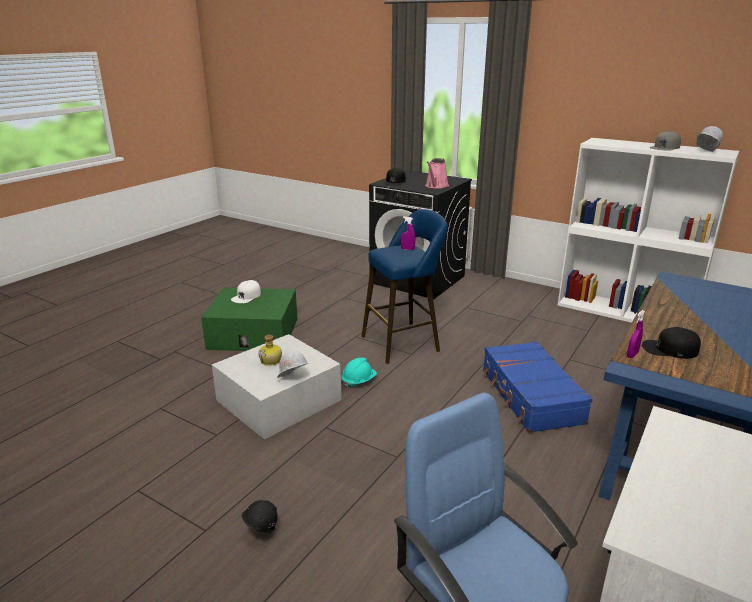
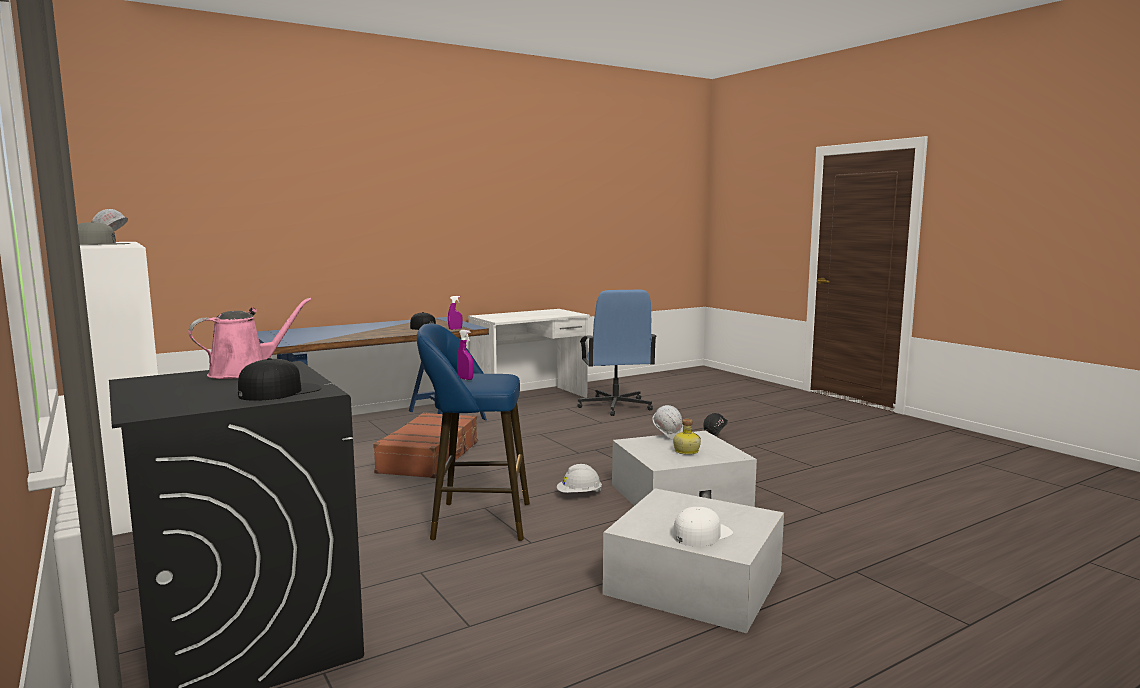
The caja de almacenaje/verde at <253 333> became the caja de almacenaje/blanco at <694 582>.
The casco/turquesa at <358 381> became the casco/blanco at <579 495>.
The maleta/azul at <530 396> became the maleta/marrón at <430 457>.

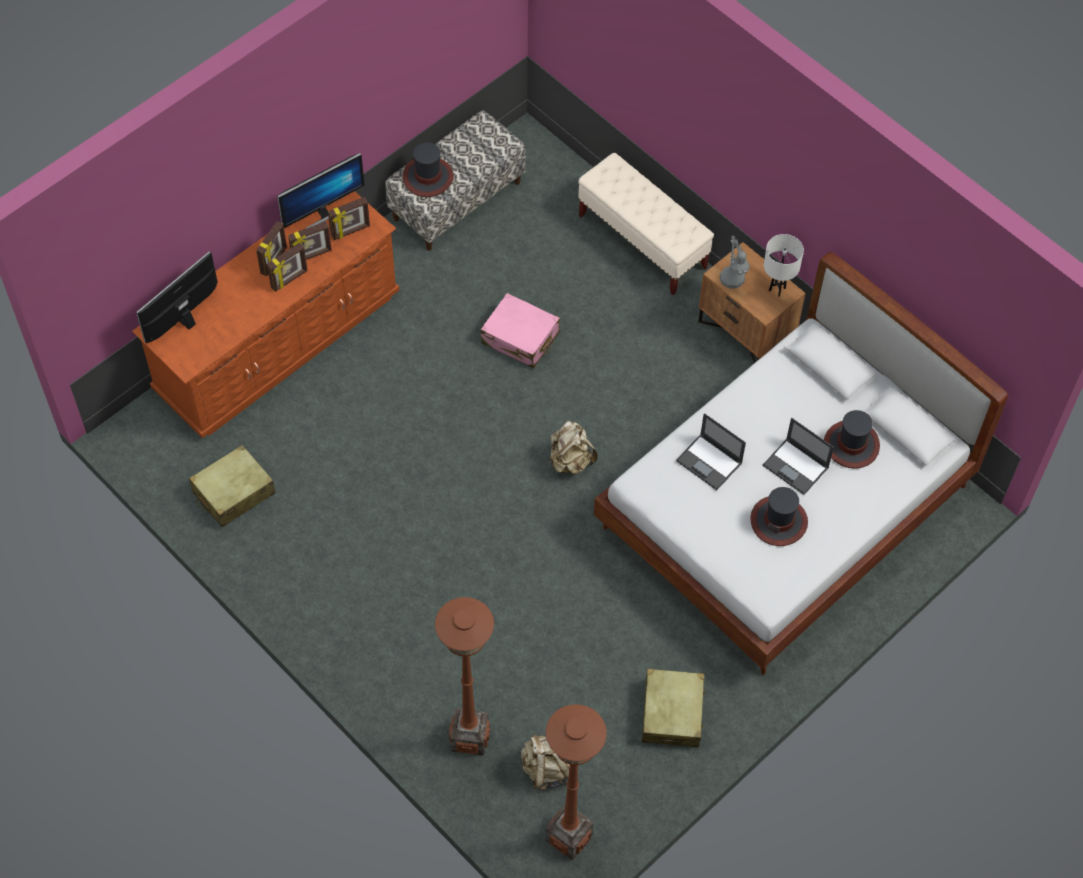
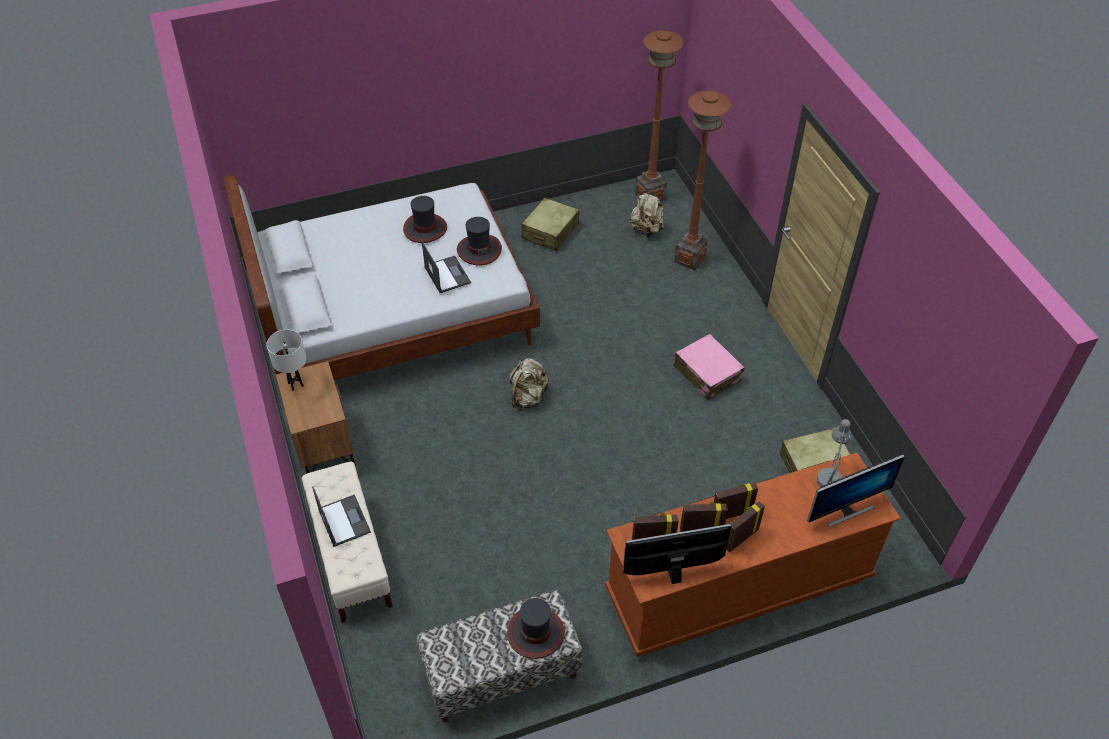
The maleta/rosa moved from <520 338> to <707 373>.
The lámpara de mesa/gris moved from <733 283> to <830 475>.
The portátil moved from <796 467> to <343 520>.
The sombrero moved from <851 445> to <479 250>.

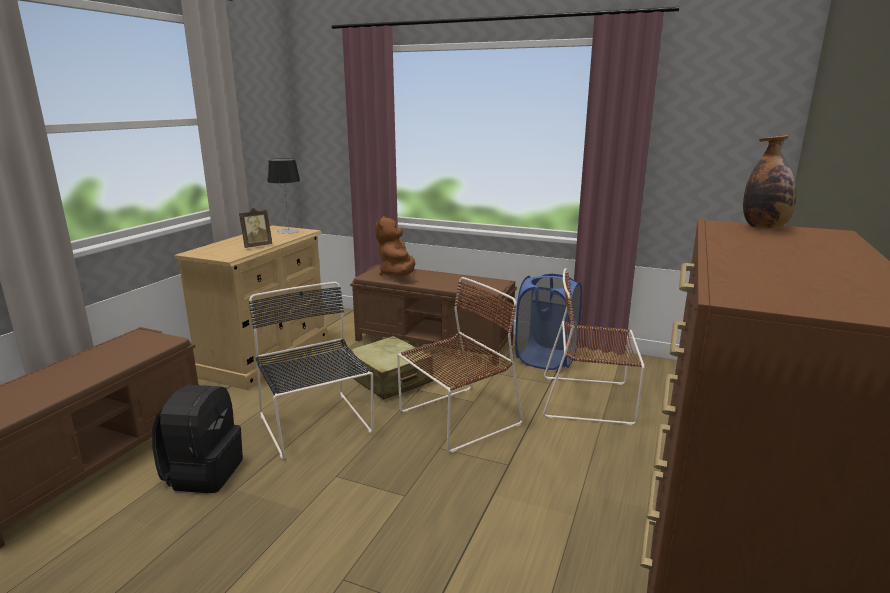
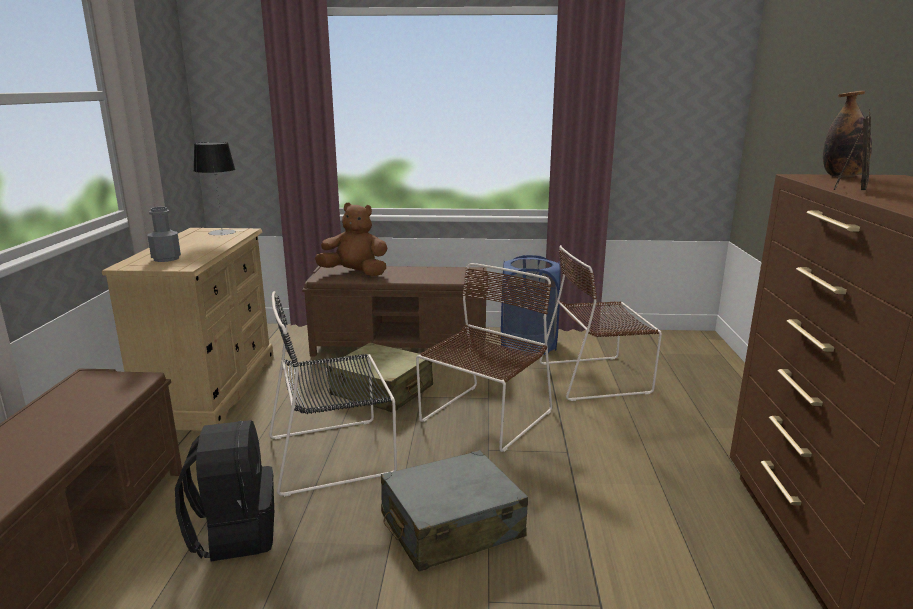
The botella/gris at <166 258> appeared.
The maleta/gris at <451 526> appeared.
The portarretratos moved from <256 246> to <850 189>.
The silla/negro at <316 426> turned 60 degrees counterclockwise.
The peluche/marrón at <397 275> turned 120 degrees clockwise.

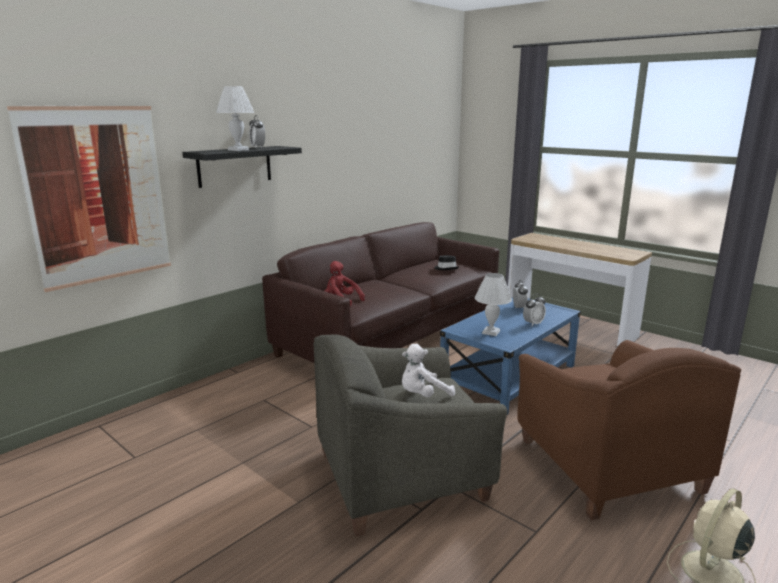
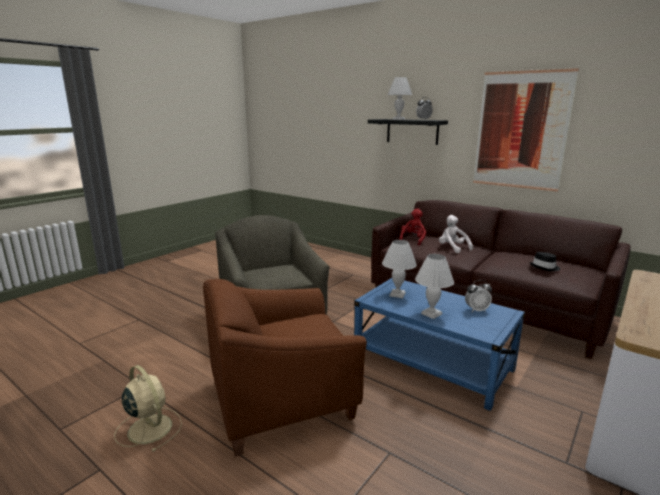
The cuadro moved from <98 195> to <521 130>.
The peluche/blanco moved from <423 395> to <452 248>.
The despertador at <533 323> was replaced by the lámpara de mesa/blanco at <432 314>.

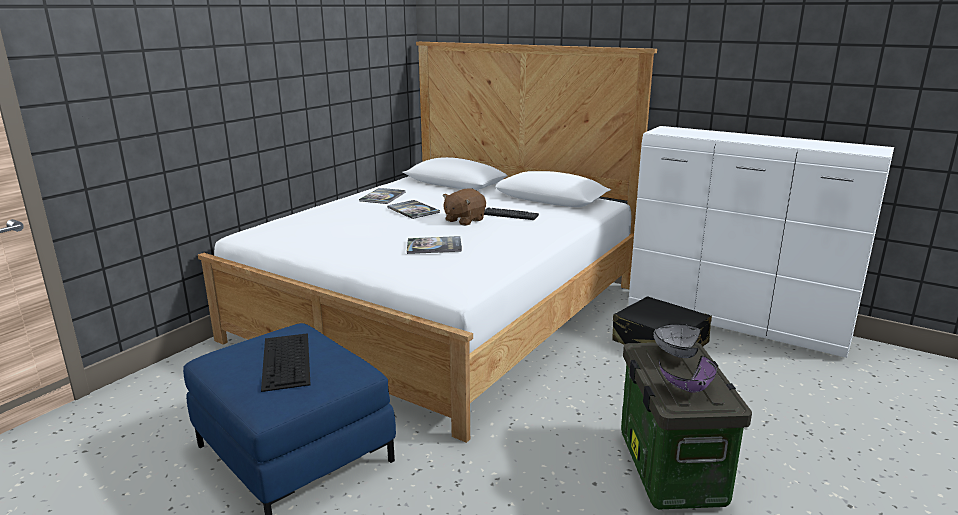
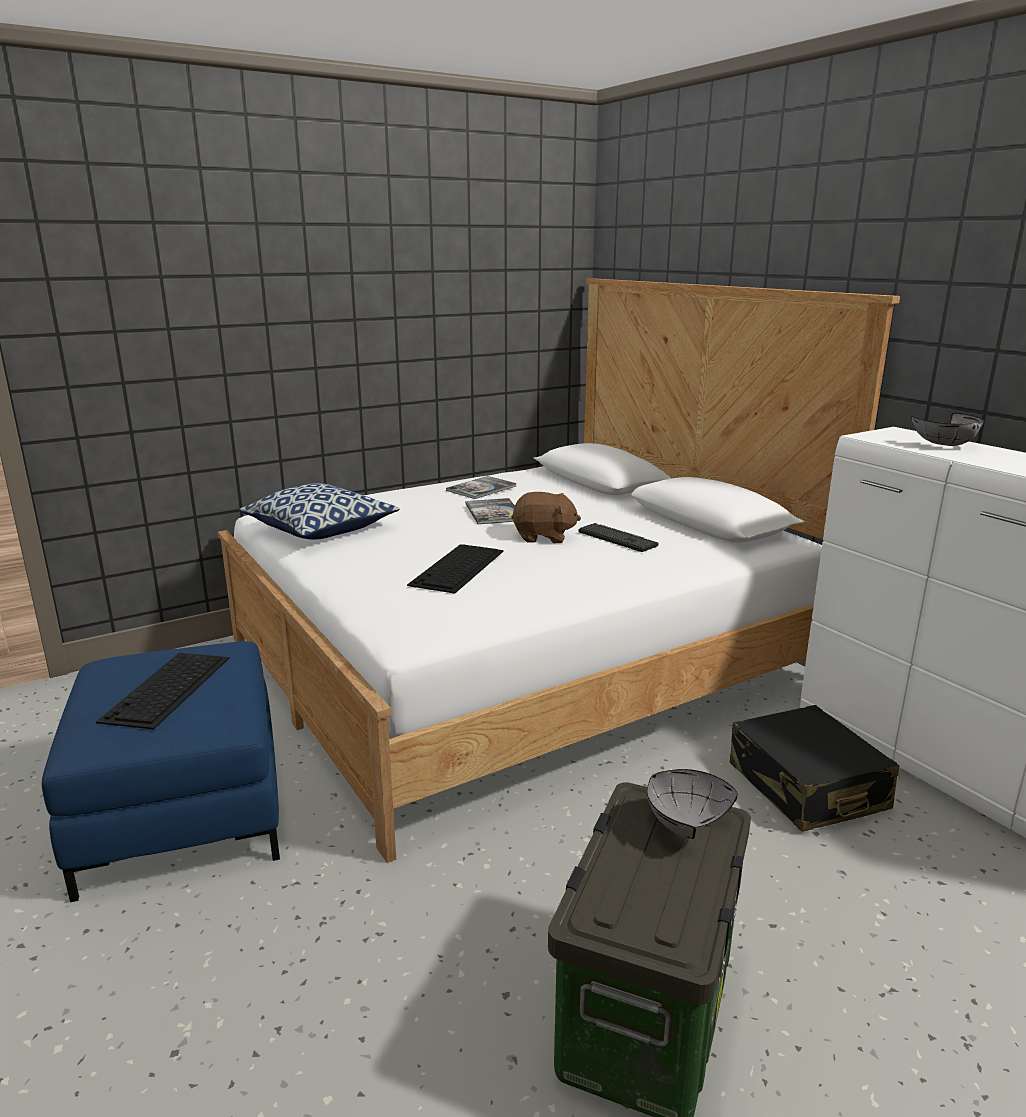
The cuenco/morado at <688 389> disappeared.
The cojín at <321 529> appeared.
The cuenco/gris at <948 445> appeared.
The libro at <434 246> was replaced by the teclado at <457 568>.
The peluche/marrón at <464 220> turned 150 degrees counterclockwise.

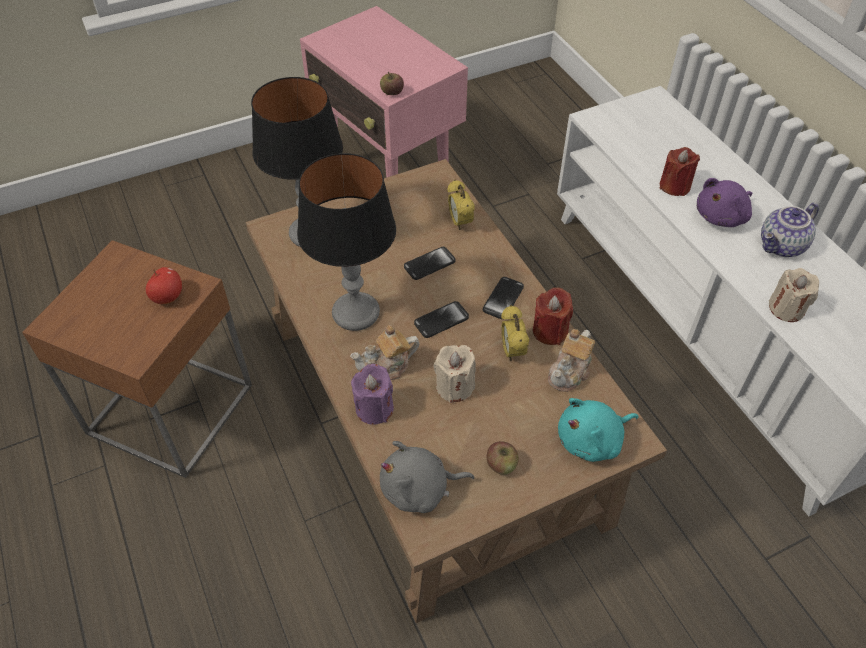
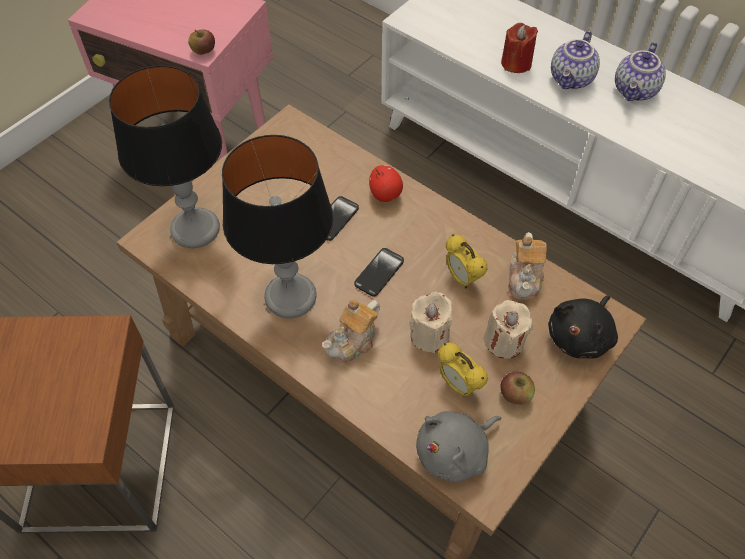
The vela/morado at <374 408> disappeared.
The móvil at <503 299> disappeared.
The vela/rojo at <550 331> disappeared.
The manzana moved from <168 297> to <385 194>.
The despertador moved from <460 223> to <458 385>.
The vela/beis moved from <786 309> to <504 341>.
The peluche/morado at <722 217> was replaced by the tetera at <572 79>.
The peluche/turquesa at <592 440> became the peluche/negro at <580 336>.

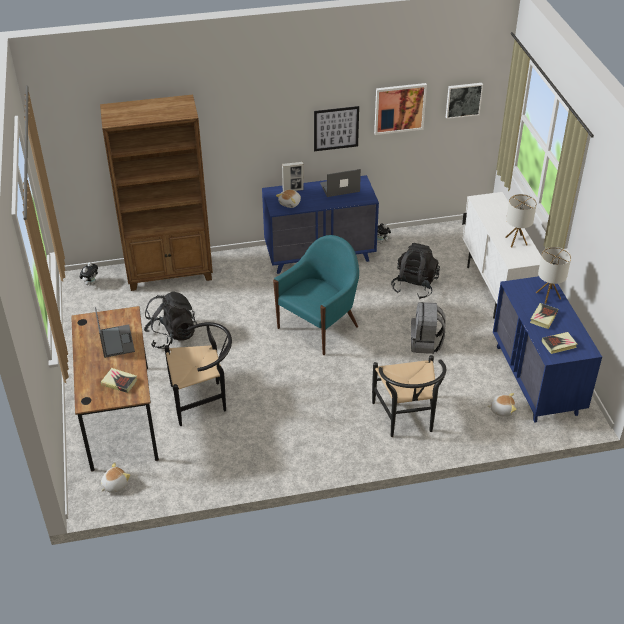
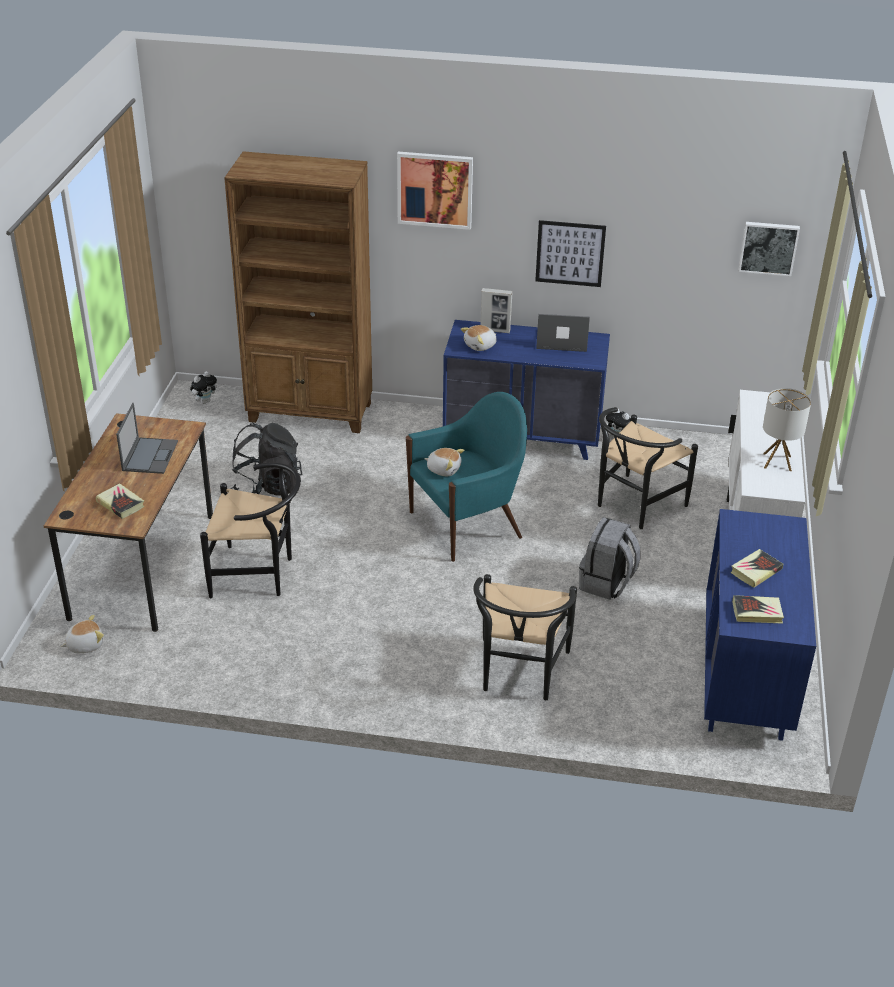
The lámpara de mesa at <548 295> disappeared.
The cuadro moved from <399 108> to <435 189>.
The peluche moved from <502 410> to <444 469>.
The mochila/negro at <414 286> was replaced by the silla/negro at <634 506>.

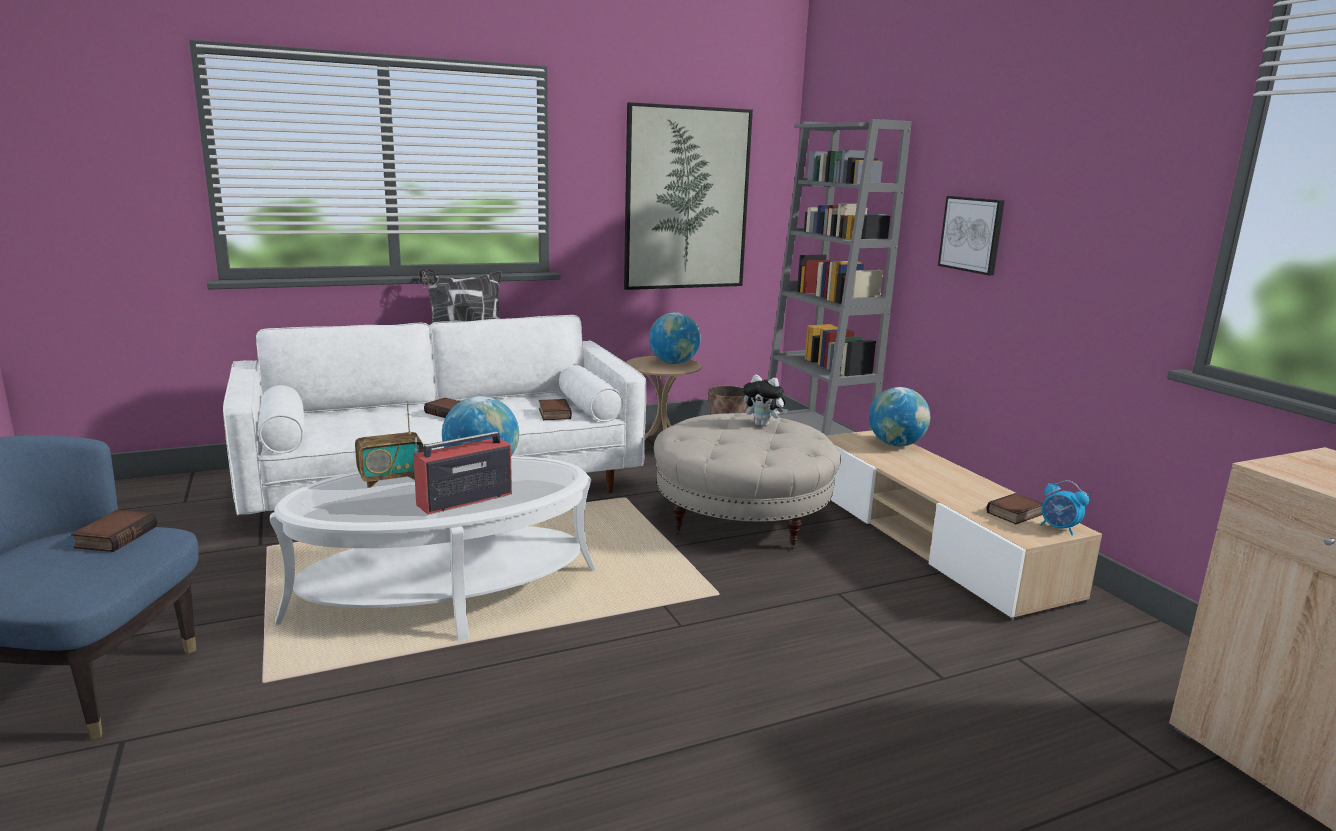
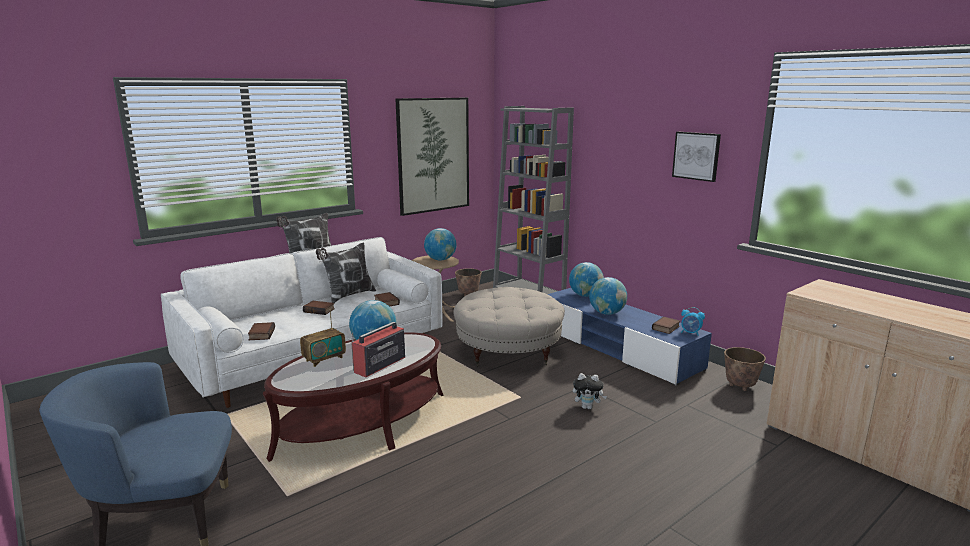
The cojín at <348 295> appeared.
The globo terráqueo at <607 313> appeared.
The maceta at <740 386> appeared.
The libro moved from <115 536> to <261 334>.
The peluche moved from <763 425> to <588 407>.
The cuadro moved from <972 234> to <696 156>.
The mesa de centro/blanco at <445 594> became the mesa de centro/marrón at <363 424>.
The mueble de televisión/beis at <931 540> became the mueble de televisión/azul at <616 348>.

